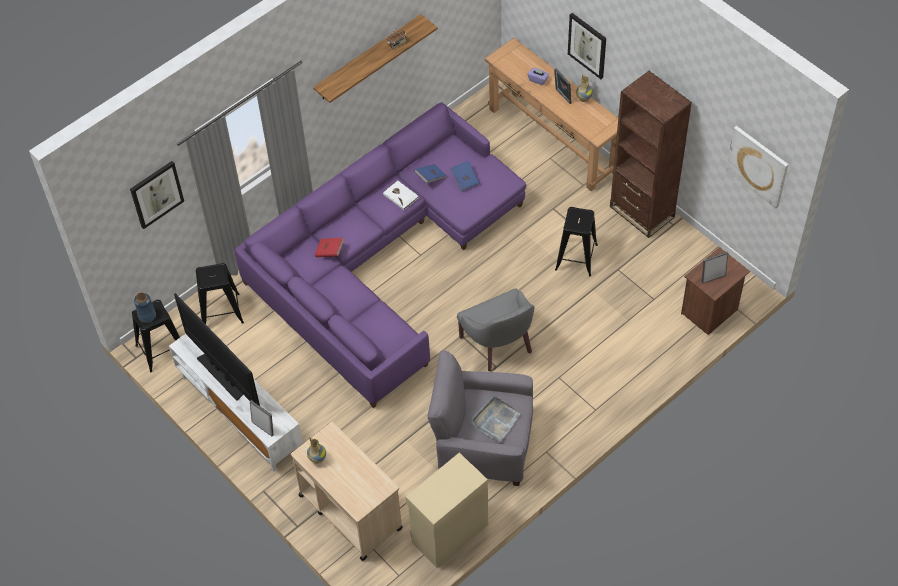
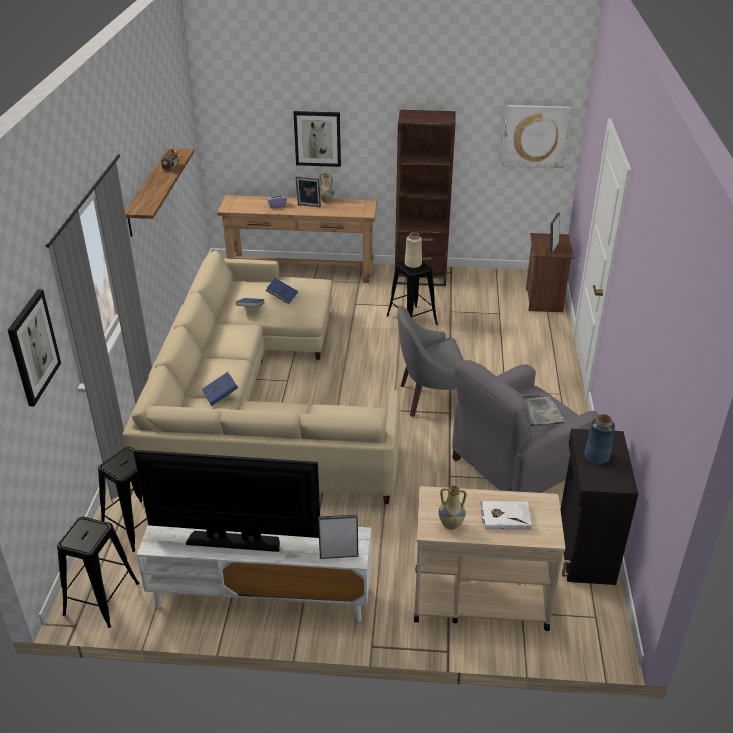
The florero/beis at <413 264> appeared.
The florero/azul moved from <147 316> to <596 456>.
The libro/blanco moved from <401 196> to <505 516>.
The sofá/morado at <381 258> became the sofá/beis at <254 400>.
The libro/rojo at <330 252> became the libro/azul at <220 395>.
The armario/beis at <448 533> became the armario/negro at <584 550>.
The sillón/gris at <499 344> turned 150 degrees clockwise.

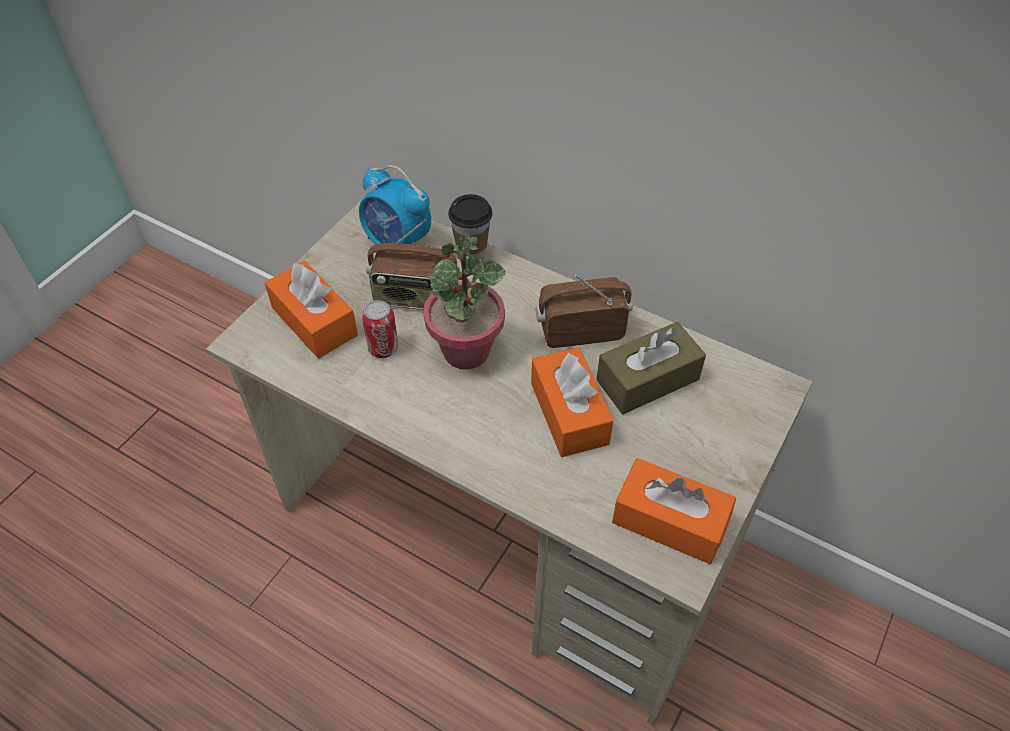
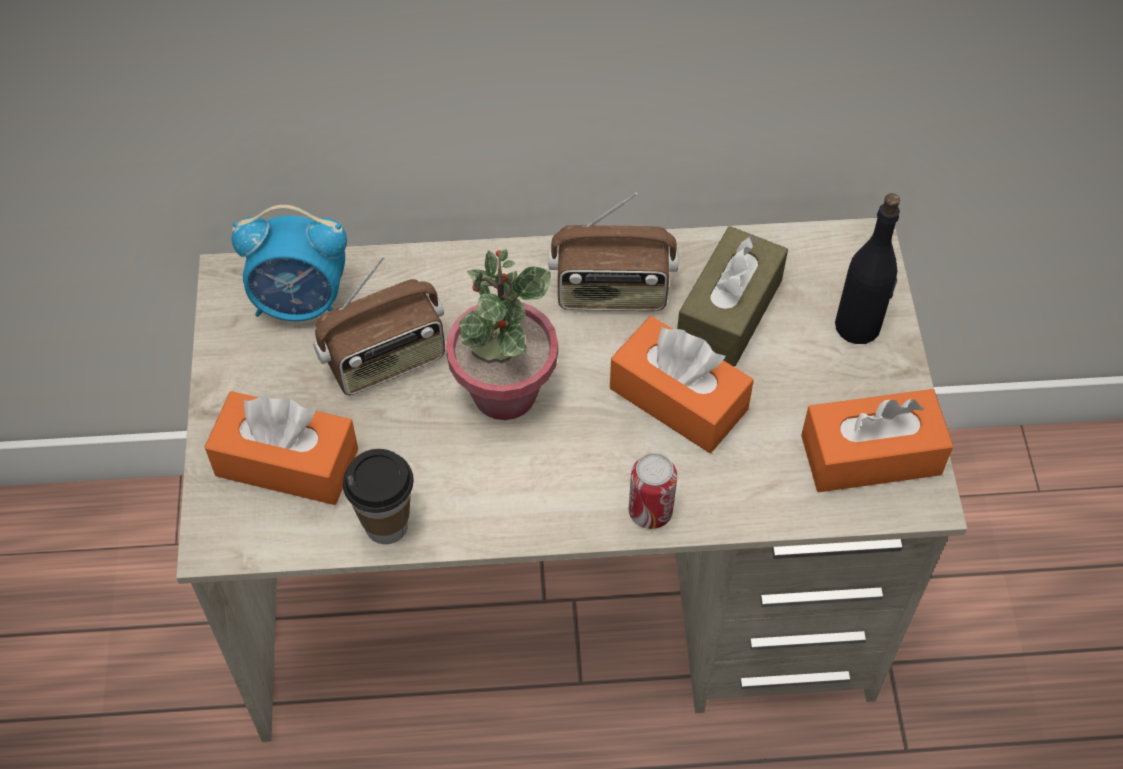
The botella/negro at <858 326> appeared.
The lata moved from <383 348> to <650 511>.
The taza moved from <472 254> to <386 525>.
The radio at <580 330> turned 135 degrees counterclockwise.

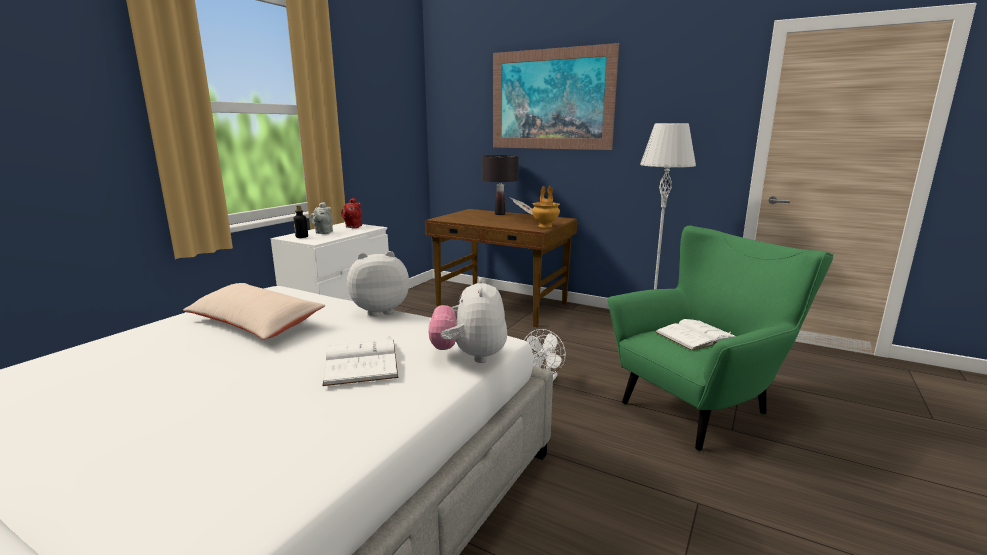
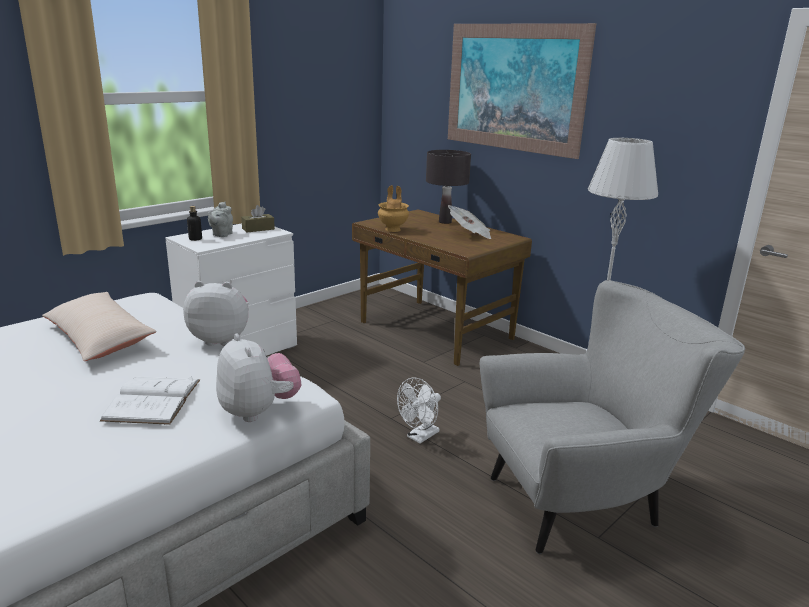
The libro/blanco at <695 335> disappeared.
The florero/marrón moved from <545 226> to <393 229>.
The tetera/rojo at <353 227> was replaced by the caja de pañuelos/marrón at <258 229>.
The sillón/verde at <702 406> became the sillón/gris at <584 501>.
The peluche at <470 356> turned 135 degrees clockwise.

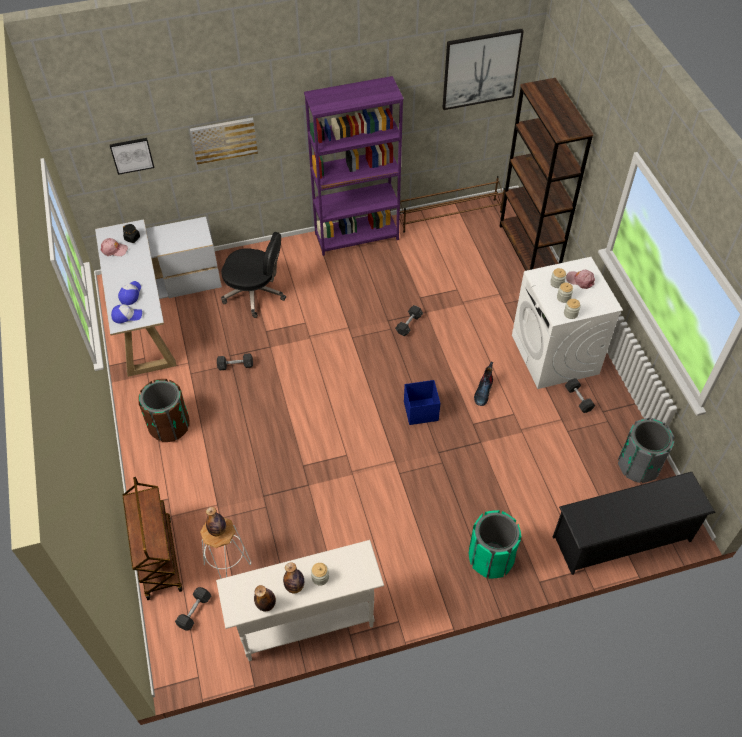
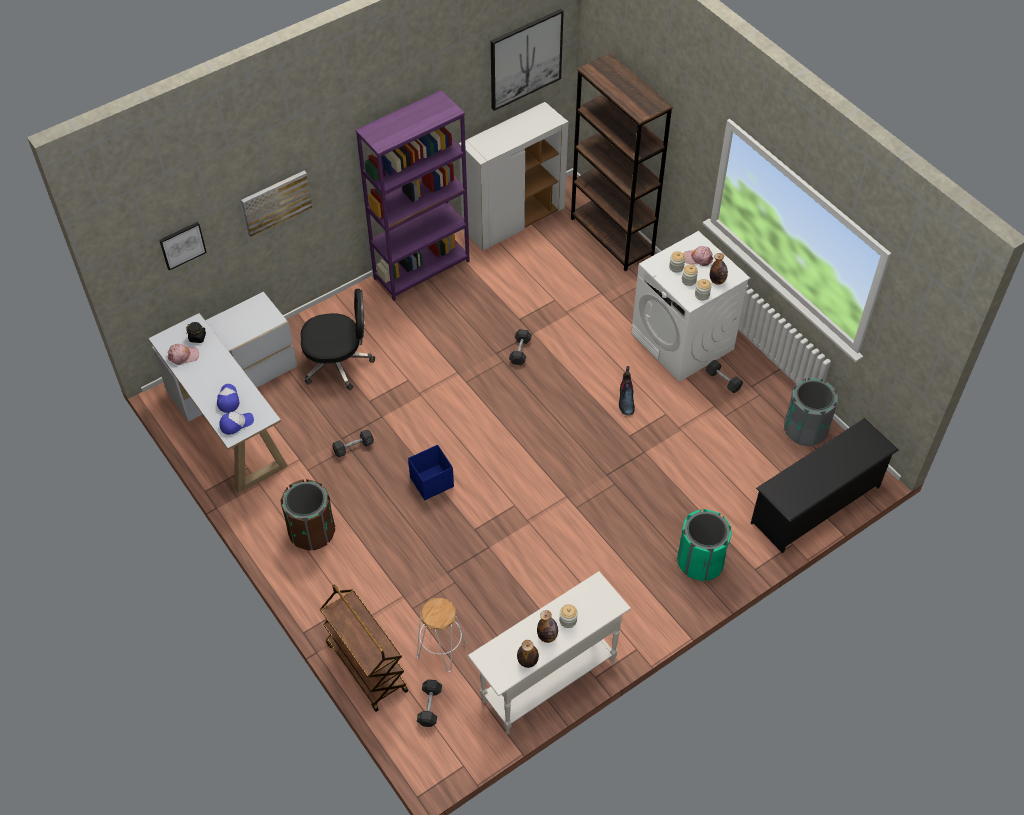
The botella moved from <217 530> to <717 281>.
The caja de almacenaje/azul moved from <420 411> to <431 482>.
The zapatero/marrón at <450 215> was replaced by the armario/blanco at <514 220>.

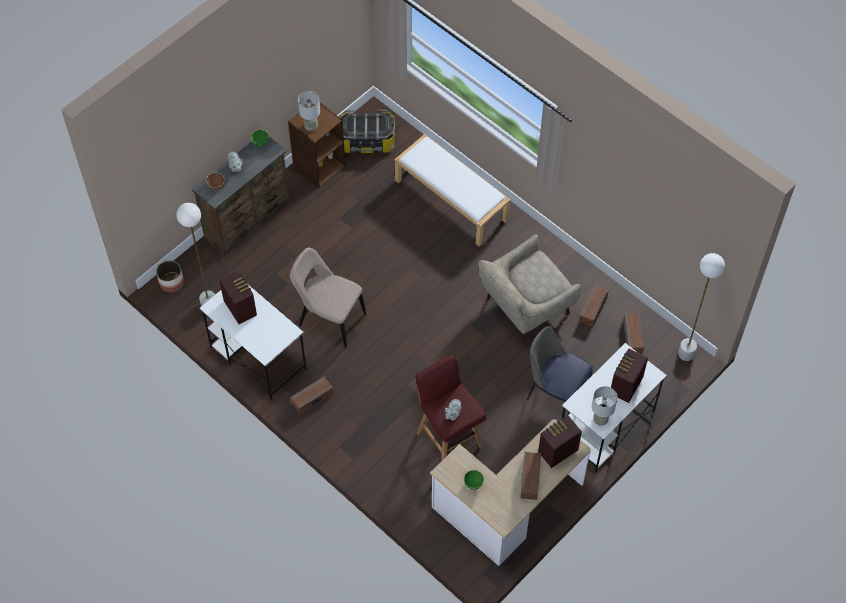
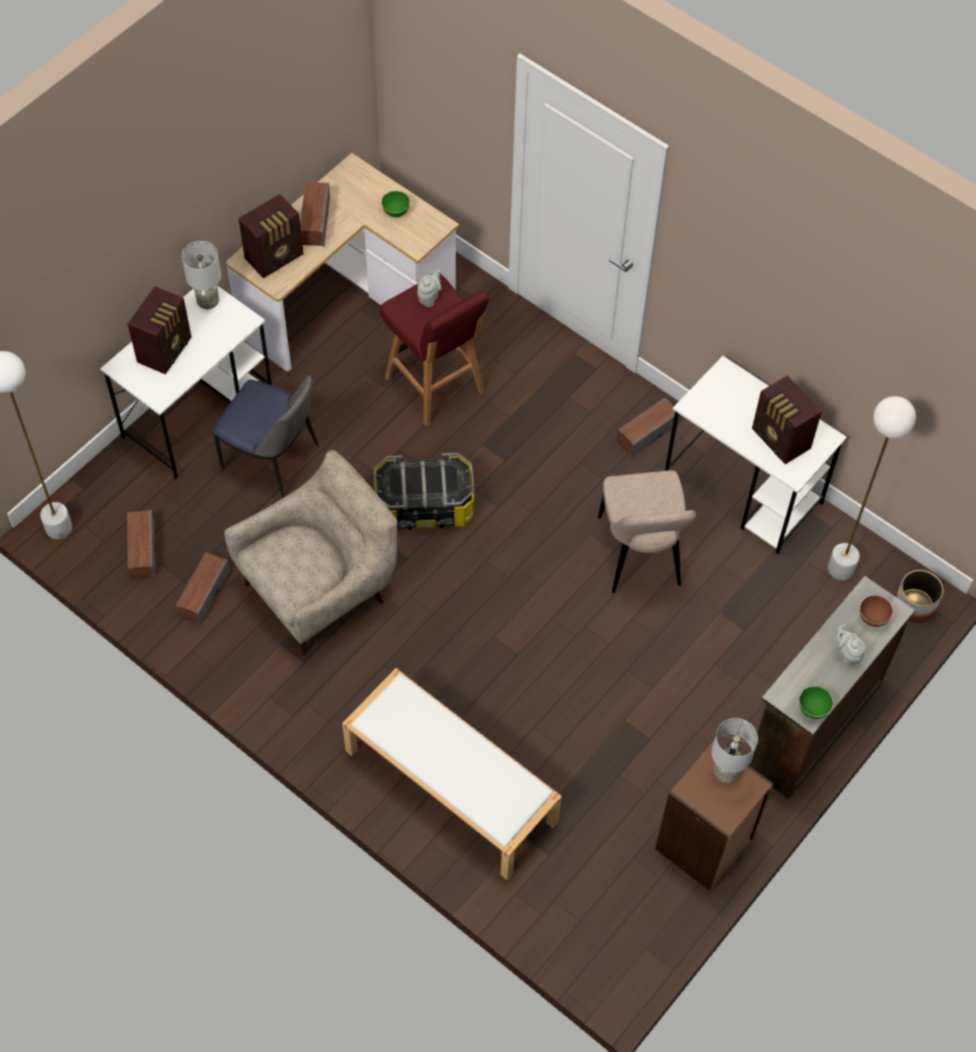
The caja de almacenaje moved from <367 140> to <424 506>.
The silla/beis at <329 319> turned 60 degrees clockwise.

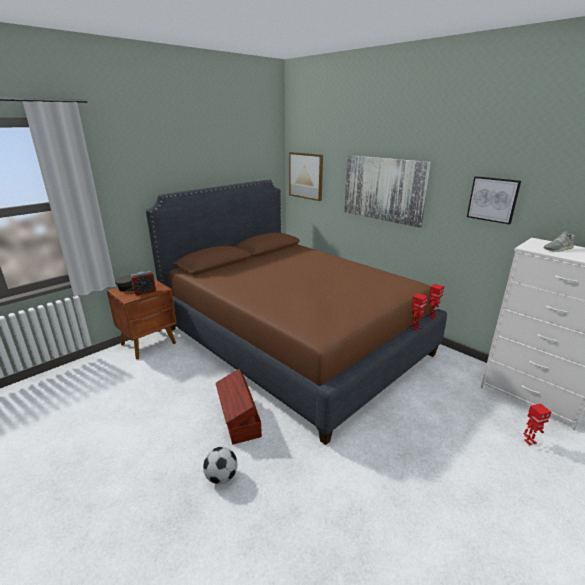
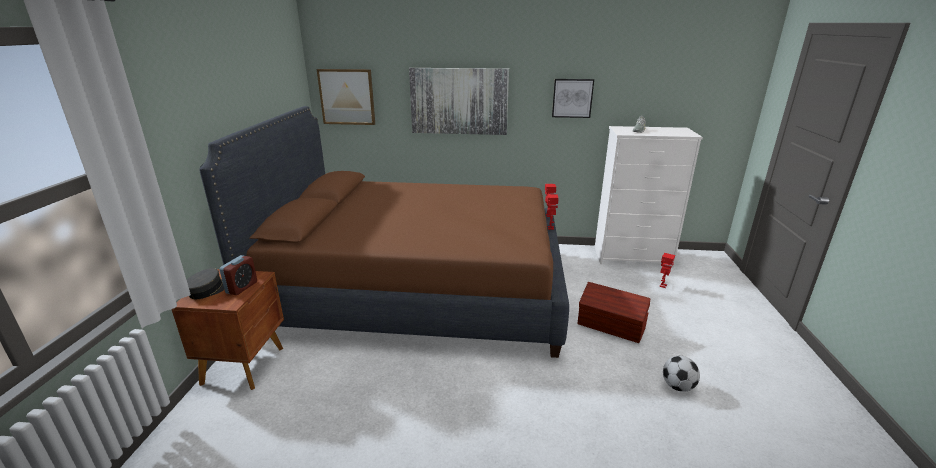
The balón de fútbol moved from <221 477> to <678 386>.
The caja de almacenaje/marrón moved from <239 419> to <611 327>.

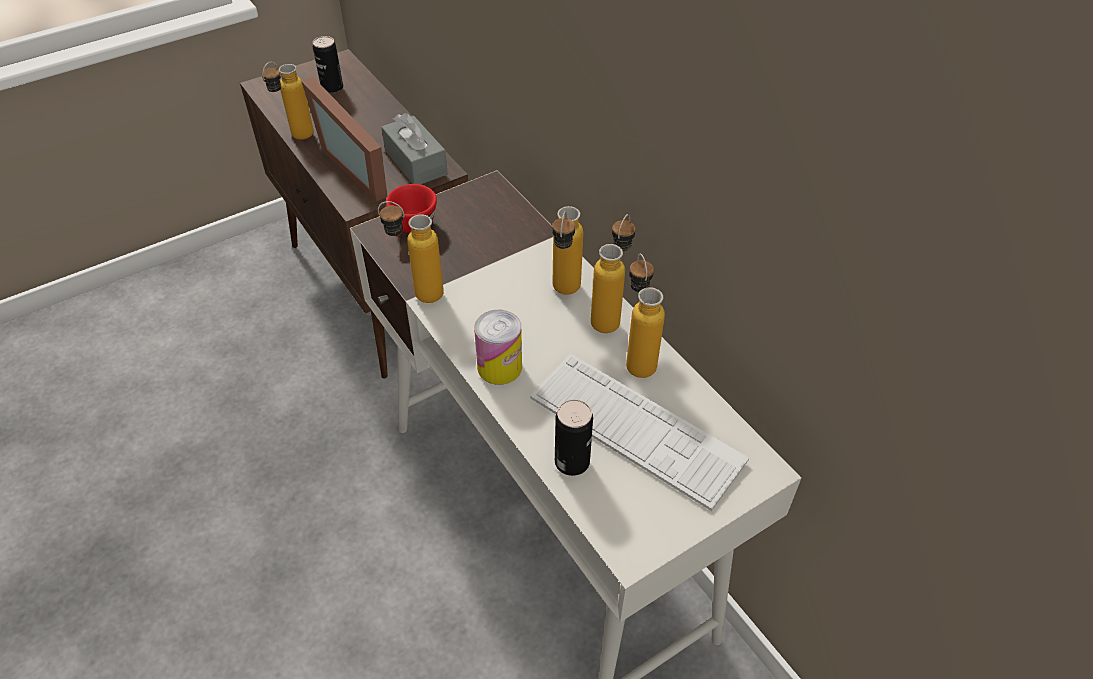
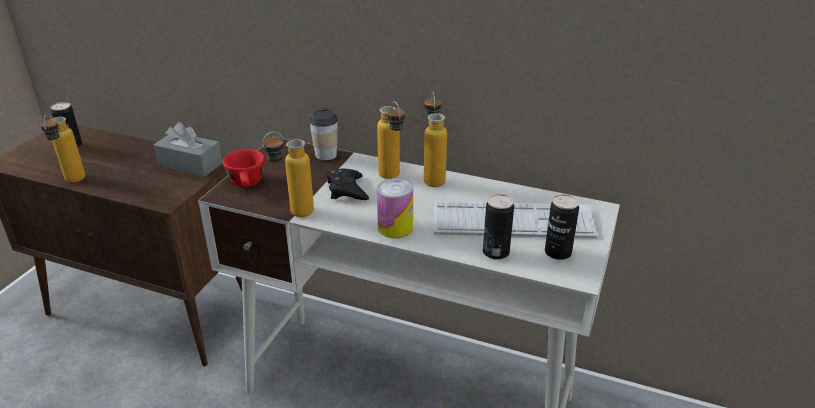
The portarretratos at <360 166> disappeared.
The botella at <637 358> disappeared.
The taza at <326 155> appeared.
The mando de consola/negro at <347 190> appeared.
The lata at <557 252> appeared.

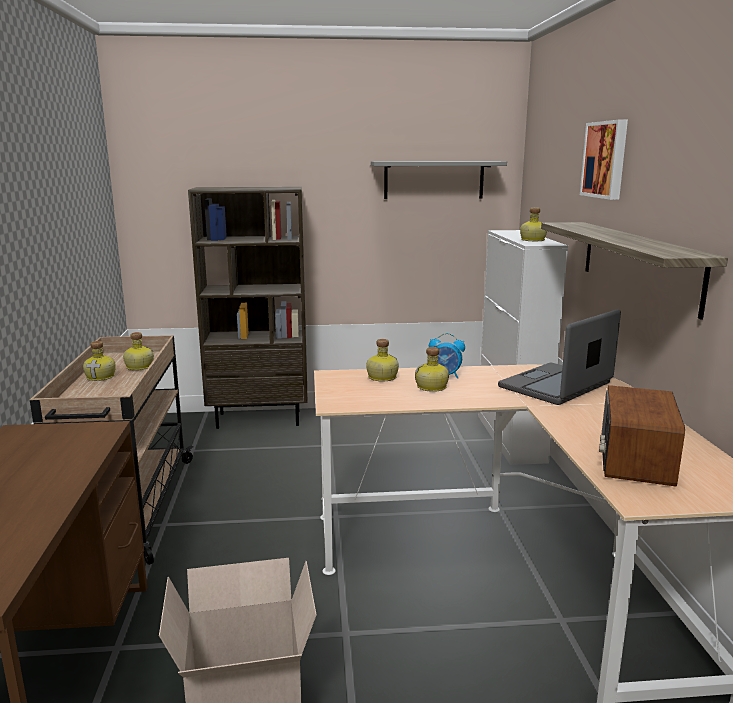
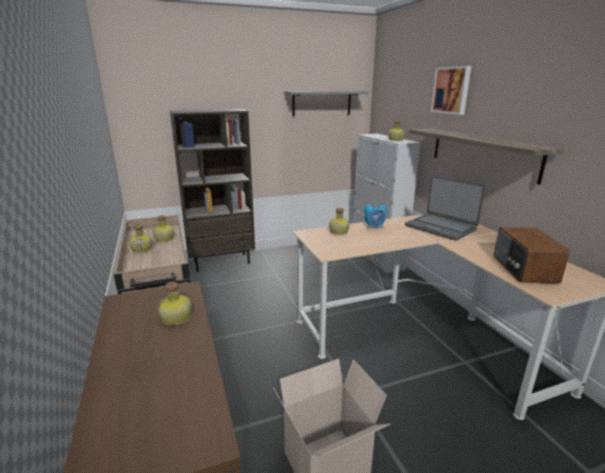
The botella moved from <432 387> to <177 318>.
The portátil at <556 386> turned 75 degrees counterclockwise.

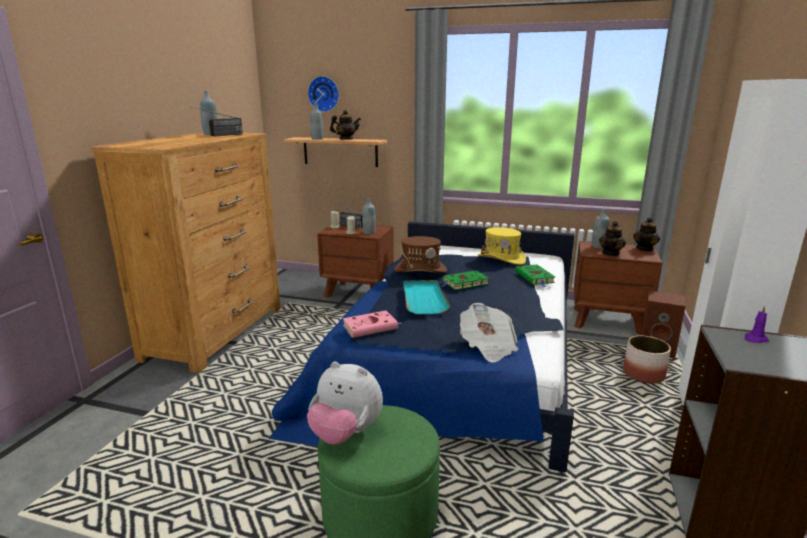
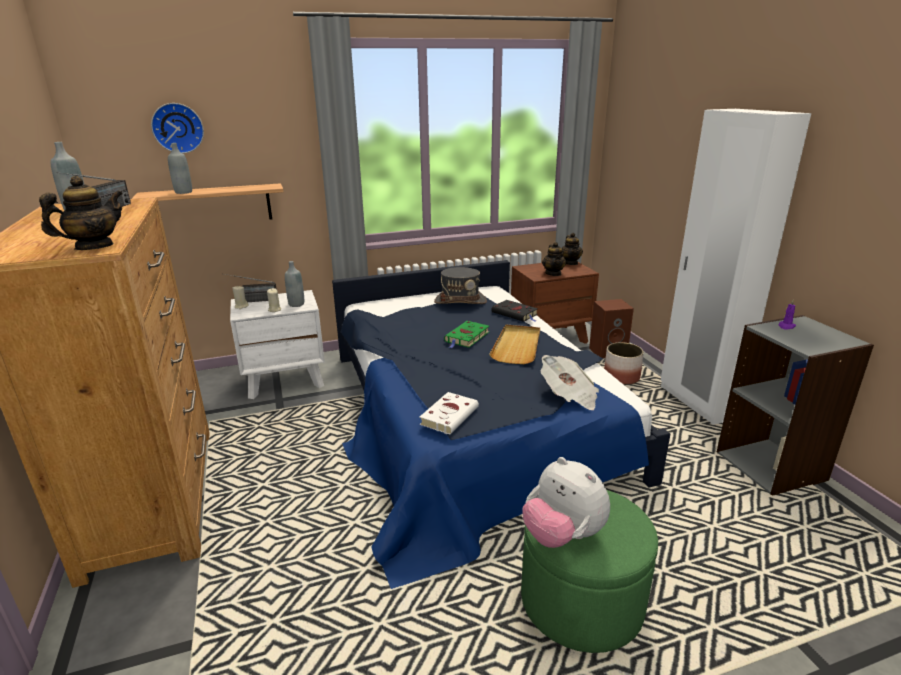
The sombrero/marrón at <420 270> disappeared.
The bandeja/turquesa at <423 299> disappeared.
The botella/gris at <598 246> disappeared.
The bandeja/beis at <517 346> appeared.
The tetera moved from <346 139> to <94 247>.
The mesita de noche/marrón at <358 292> became the mesita de noche/blanco at <285 380>.
The libro/rosa at <371 327> became the libro/blanco at <450 415>.
The sombrero/amarillo at <501 259> became the sombrero/gris at <460 301>.
The libro/verde at <535 278> became the libro/negro at <515 314>.
The peluche at <345 433> turned 60 degrees clockwise.

